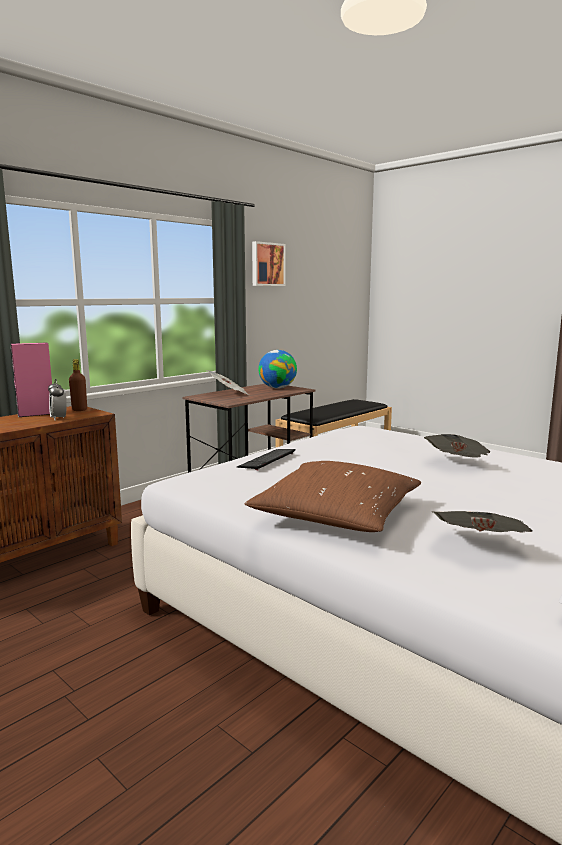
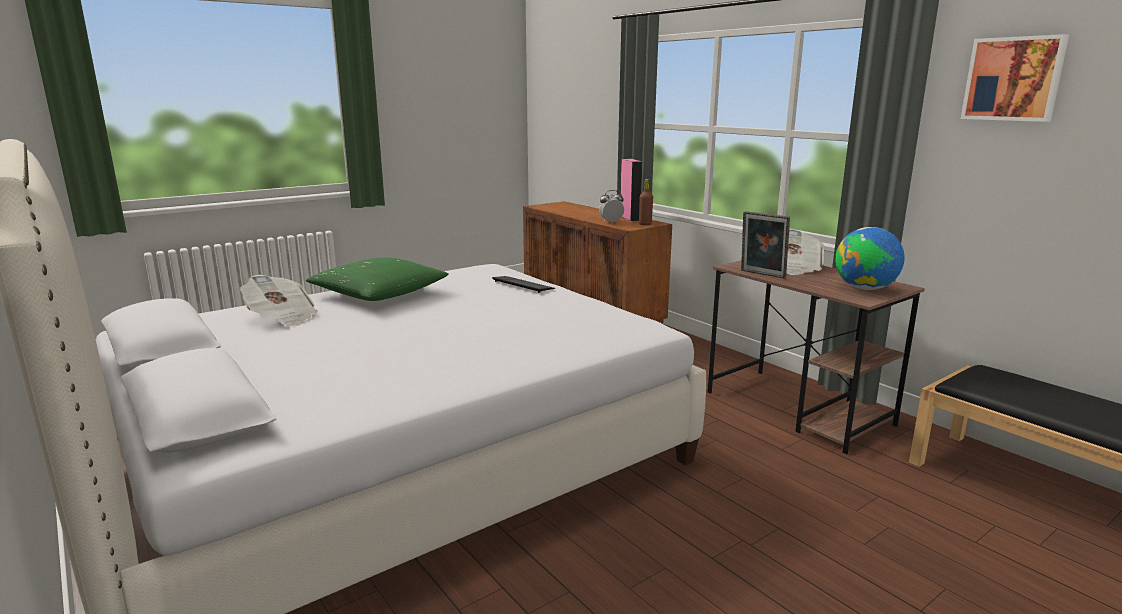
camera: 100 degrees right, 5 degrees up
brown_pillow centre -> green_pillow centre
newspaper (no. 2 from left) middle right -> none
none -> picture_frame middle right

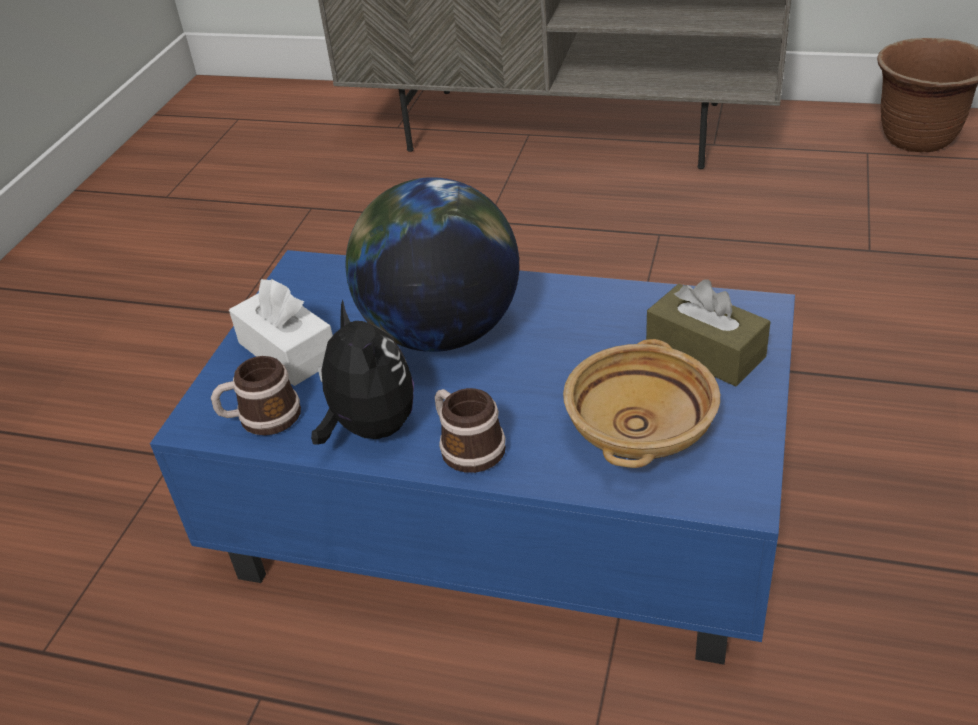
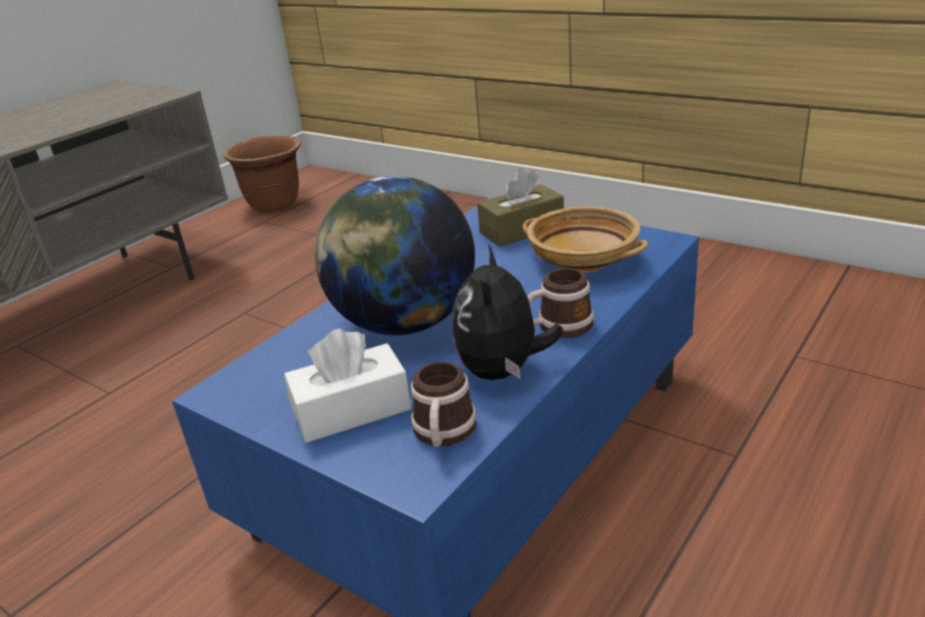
camera: 70 degrees left, 10 degrees down
plush_toy centre, 75 degrees counterclockwise

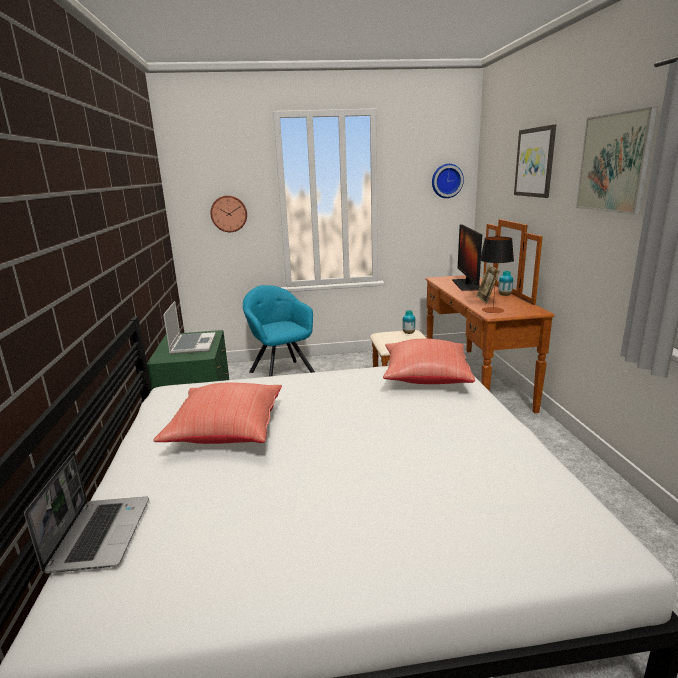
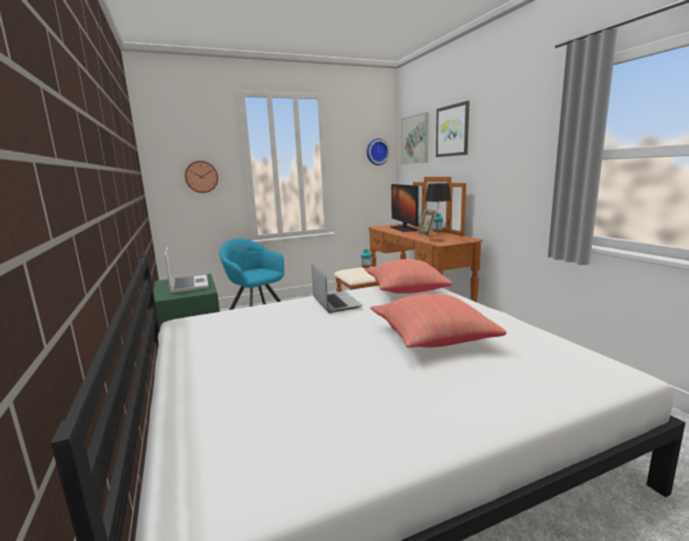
camera: 15 degrees left, 5 degrees down
laptop (no. 1 from left in the first image) bottom left -> laptop (no. 2 from left) centre, shifted
red_pillow (no. 1 from left in the first image) middle left -> red_pillow (no. 2 from left) centre, shifted
picture (no. 2 from left in the first image) top right -> picture (no. 1 from left) top centre, shifted

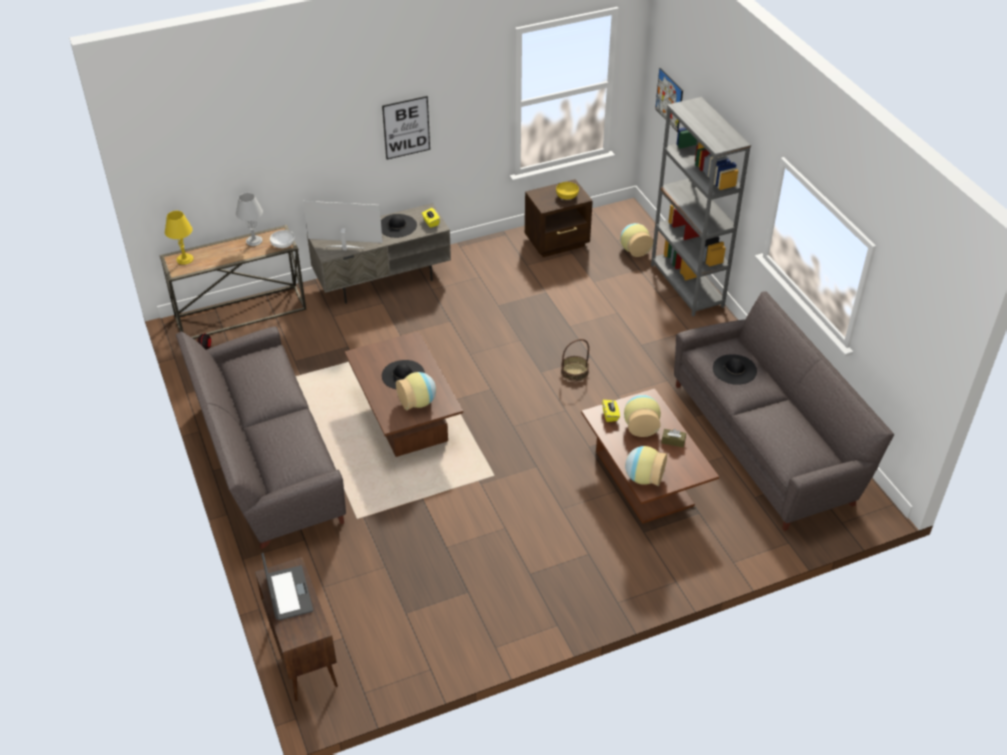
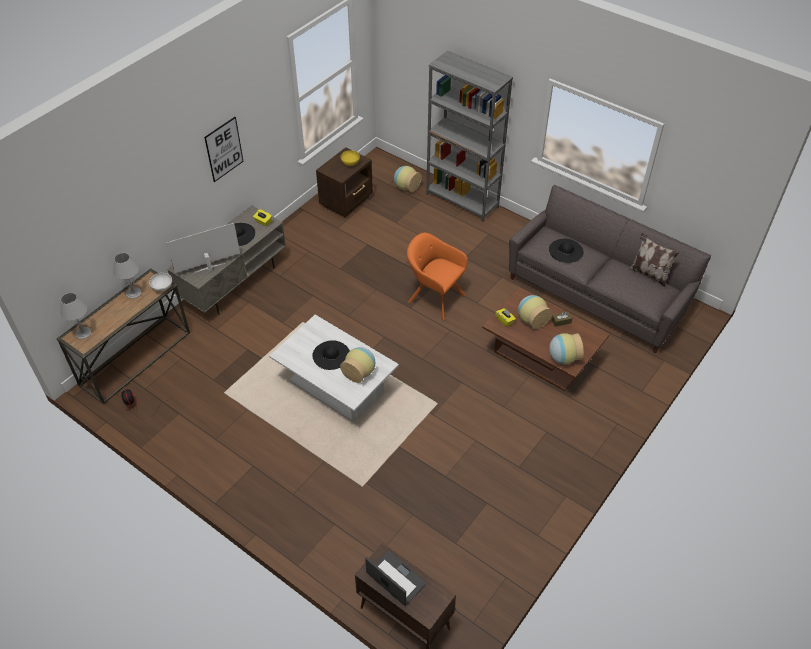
camera: 30 degrees left, 5 degrees up
yellow_table_lamp top left -> grey_table_lamp (no. 1 from left) middle left
grey_sofa (no. 1 from left) middle left -> none
brown_coffee_table (no. 1 from left) centre -> white_coffee_table centre
basket centre -> orange_armchair centre
picture (no. 2 from left) top centre -> none
none -> pillow middle right

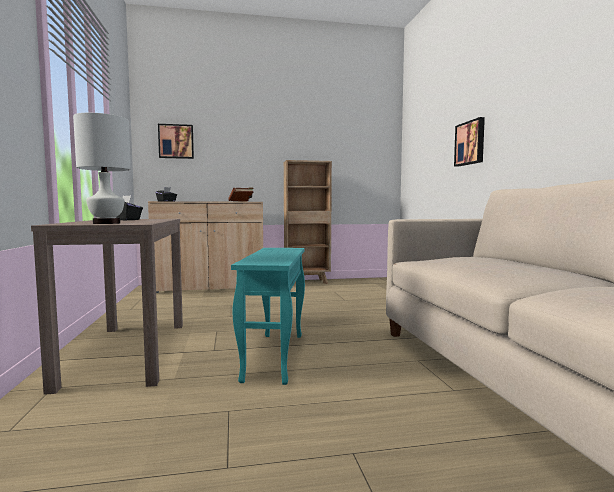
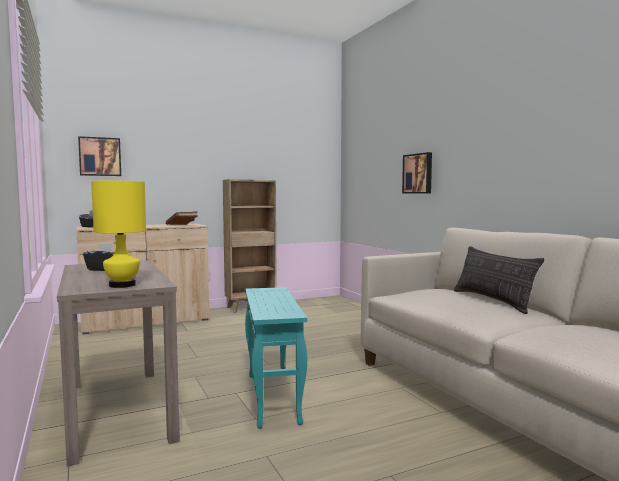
camera: 15 degrees left, 0 degrees up
white_table_lamp middle left -> yellow_table_lamp middle left
none -> pillow middle right

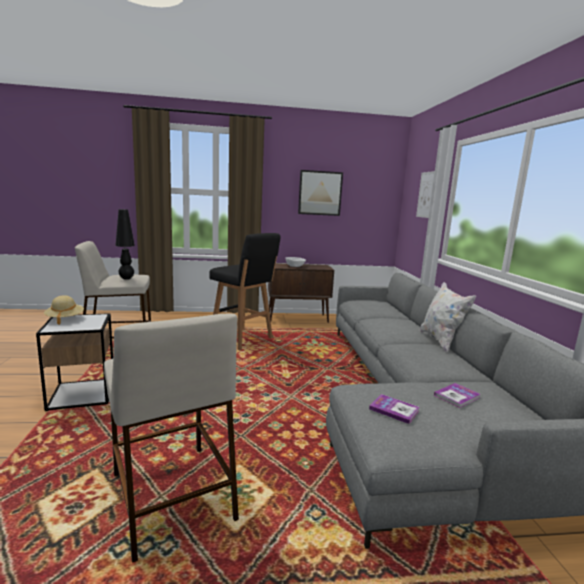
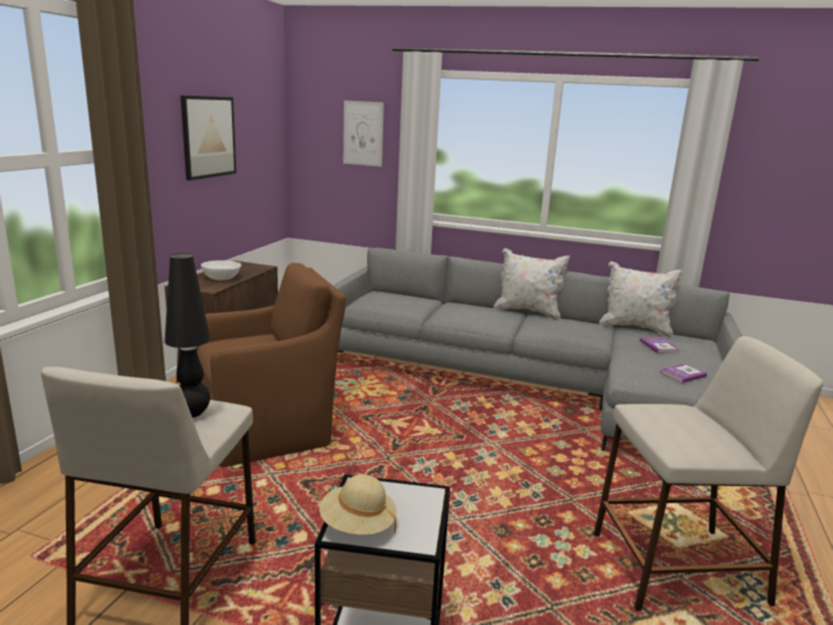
camera: 65 degrees left, 5 degrees up
black_stool centre -> brown_armchair middle left
none -> white_pillow (no. 2 from left) middle right

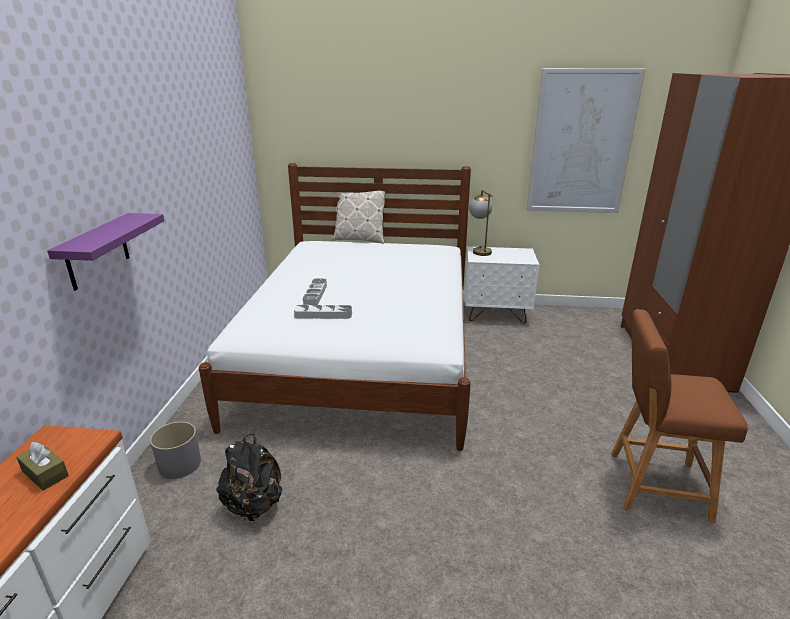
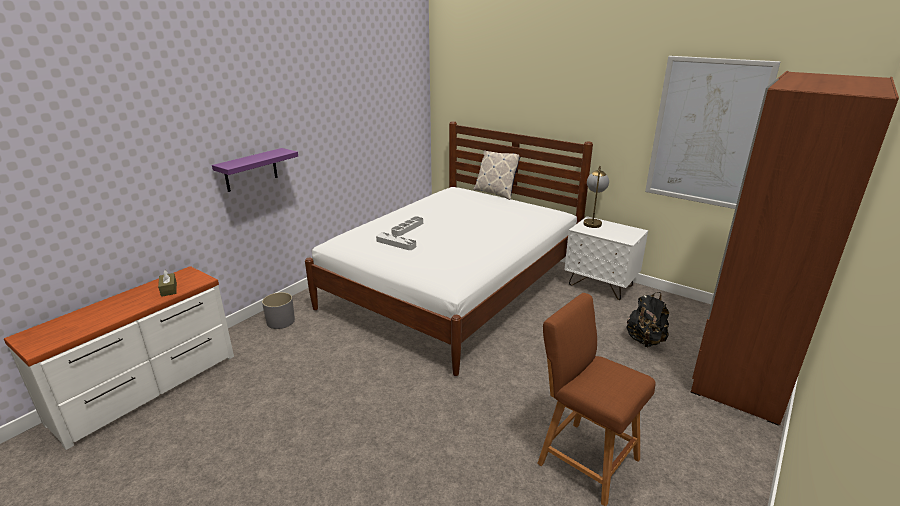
camera: 30 degrees right, 0 degrees up
black_backpack bottom left -> black_backpack middle right, shifted

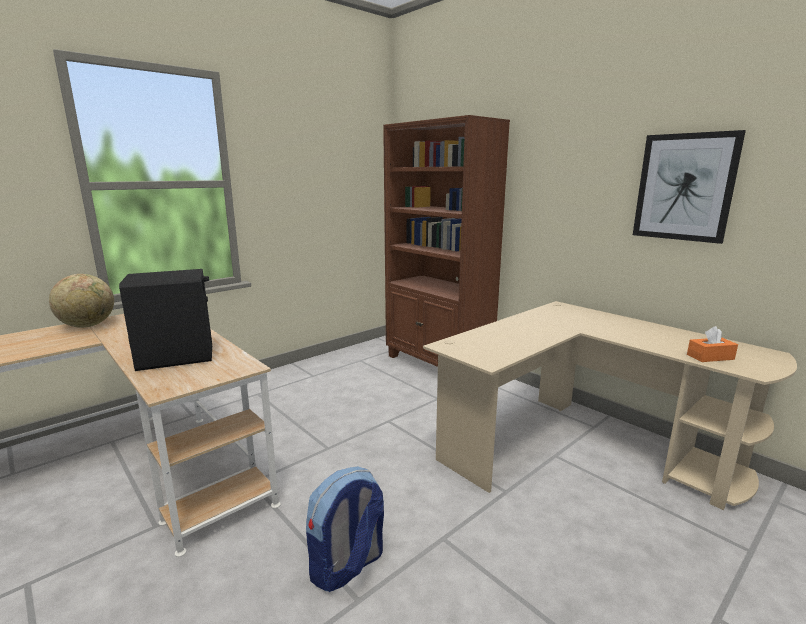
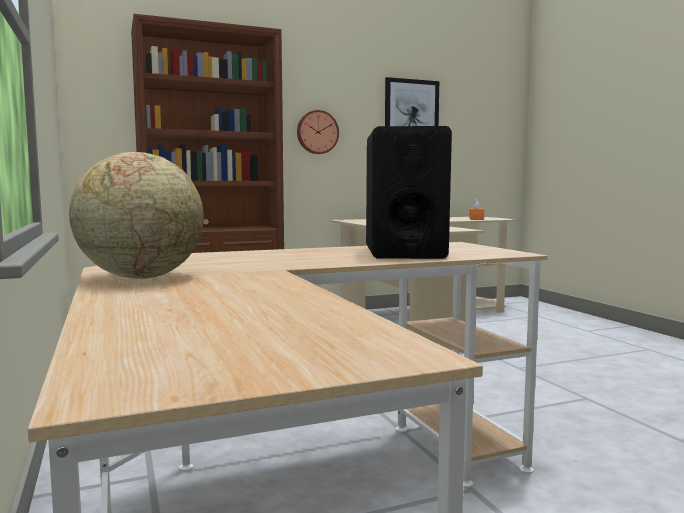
camera: 70 degrees left, 10 degrees down
backpack bottom centre -> none
none -> wall_clock top centre

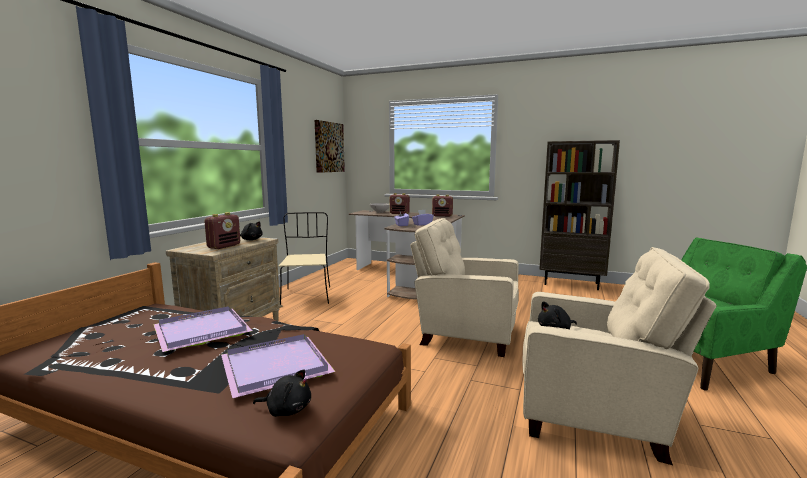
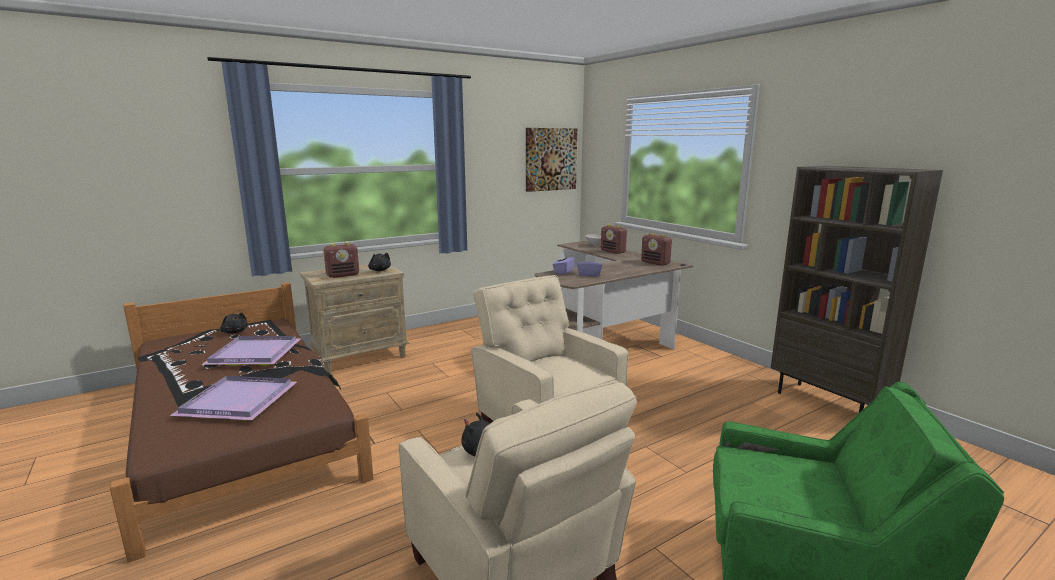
camera: 35 degrees right, 5 degrees up
black_plush_toy (no. 2 from left in the first image) bottom centre -> black_plush_toy (no. 1 from left) middle left, shifted
beige_chair centre -> none

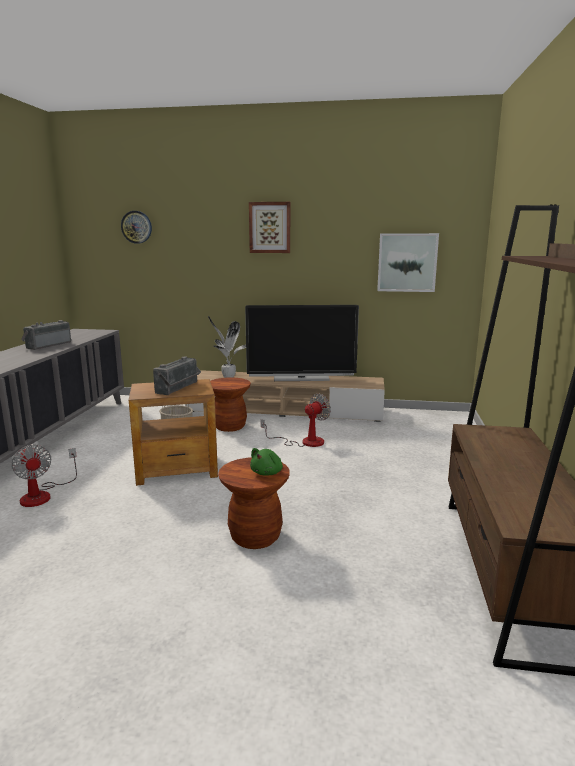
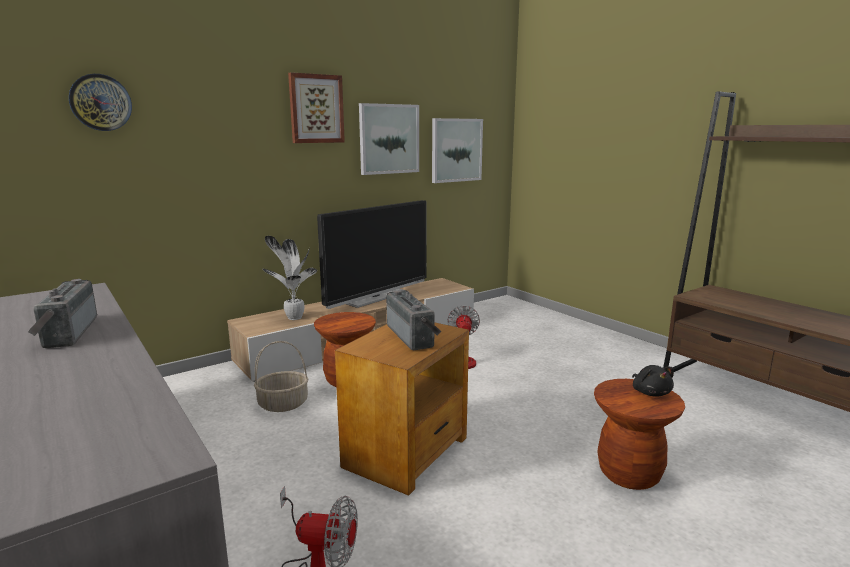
camera: 45 degrees left, 0 degrees up
green_plush_toy centre -> black_plush_toy bottom right
none -> picture (no. 2 from left) top centre

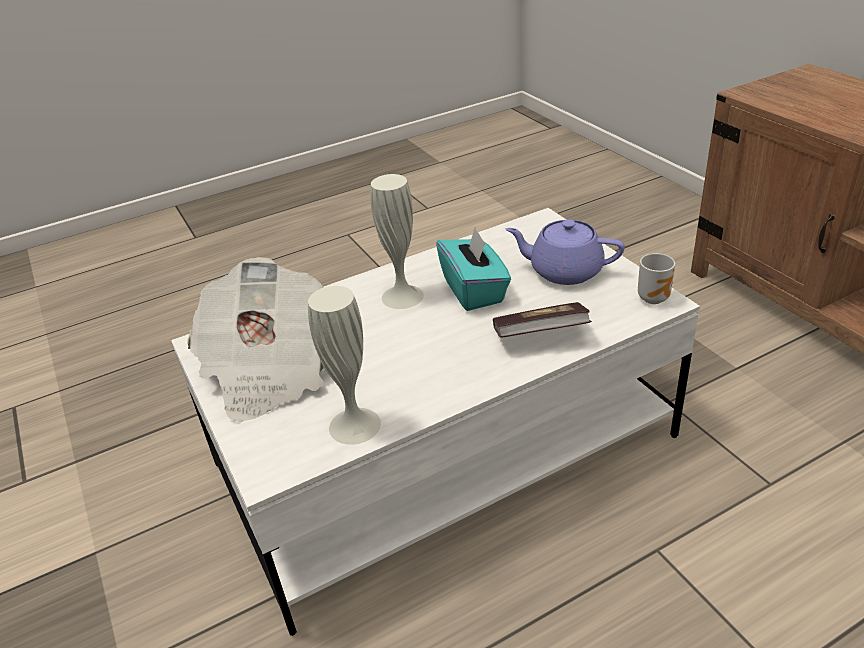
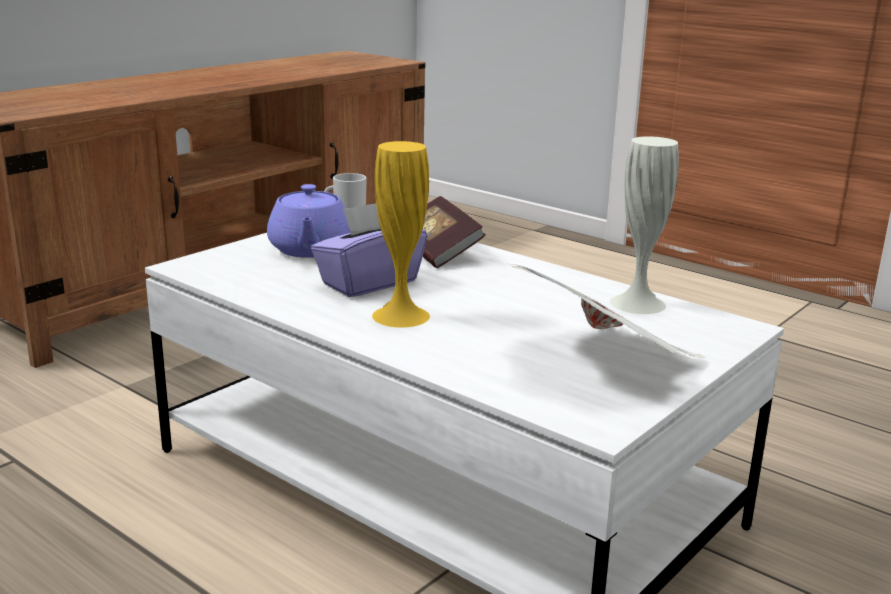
camera: 115 degrees left, 15 degrees down
white_vase (no. 2 from left) centre -> yellow_vase centre
turquoise_tissue_box centre -> purple_tissue_box centre

